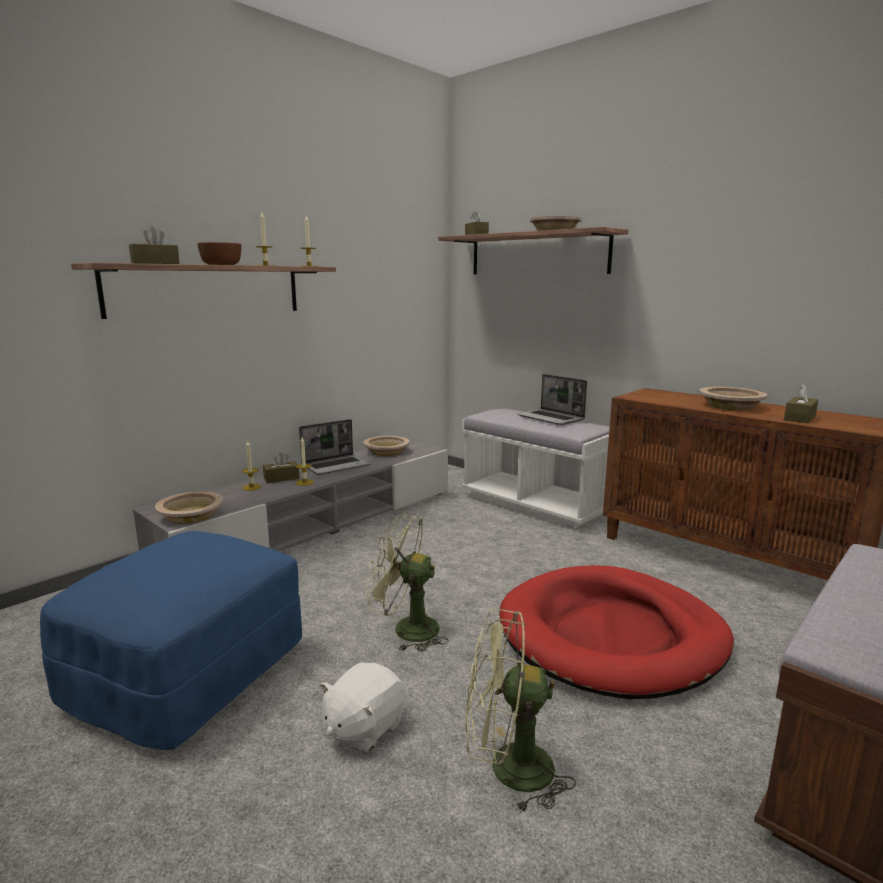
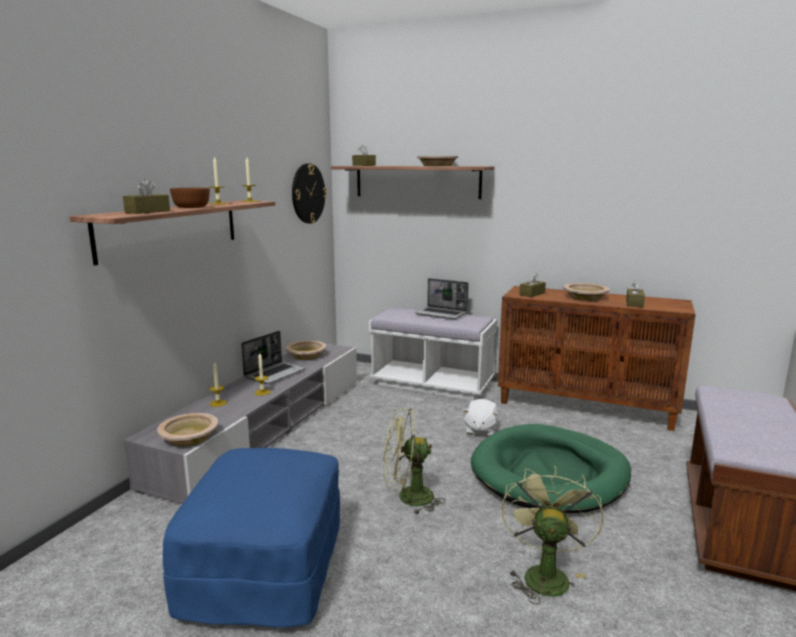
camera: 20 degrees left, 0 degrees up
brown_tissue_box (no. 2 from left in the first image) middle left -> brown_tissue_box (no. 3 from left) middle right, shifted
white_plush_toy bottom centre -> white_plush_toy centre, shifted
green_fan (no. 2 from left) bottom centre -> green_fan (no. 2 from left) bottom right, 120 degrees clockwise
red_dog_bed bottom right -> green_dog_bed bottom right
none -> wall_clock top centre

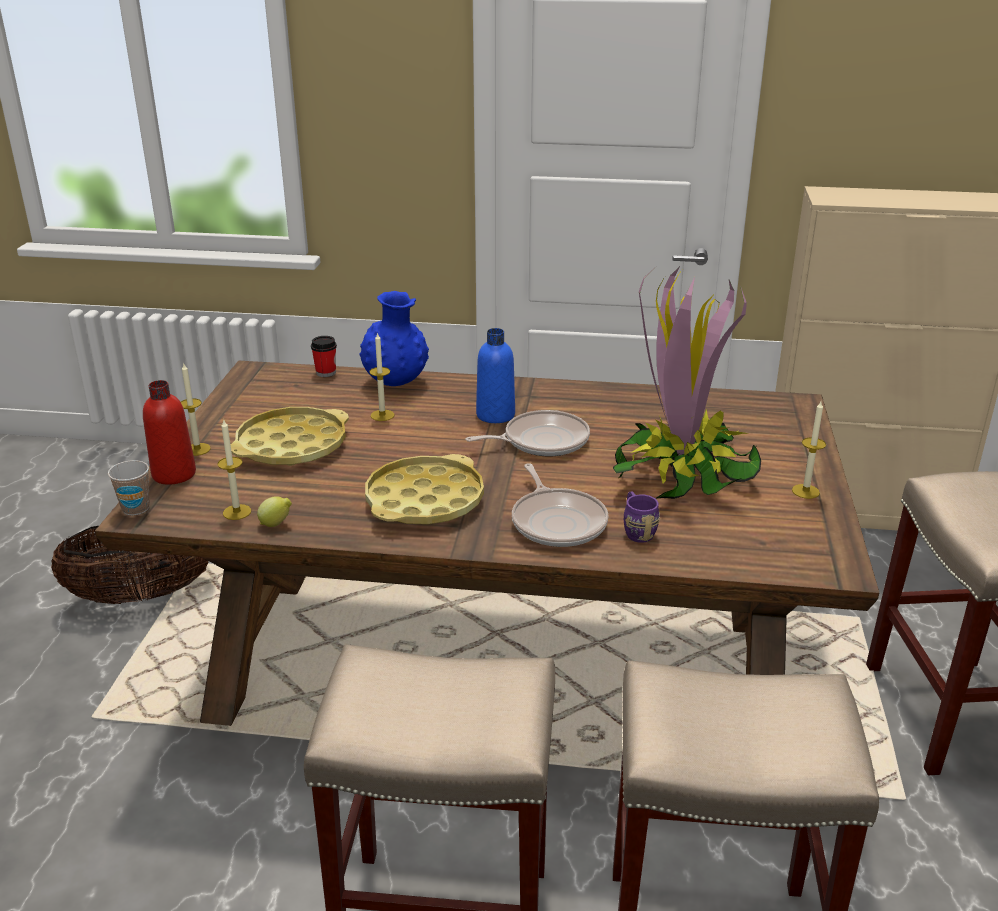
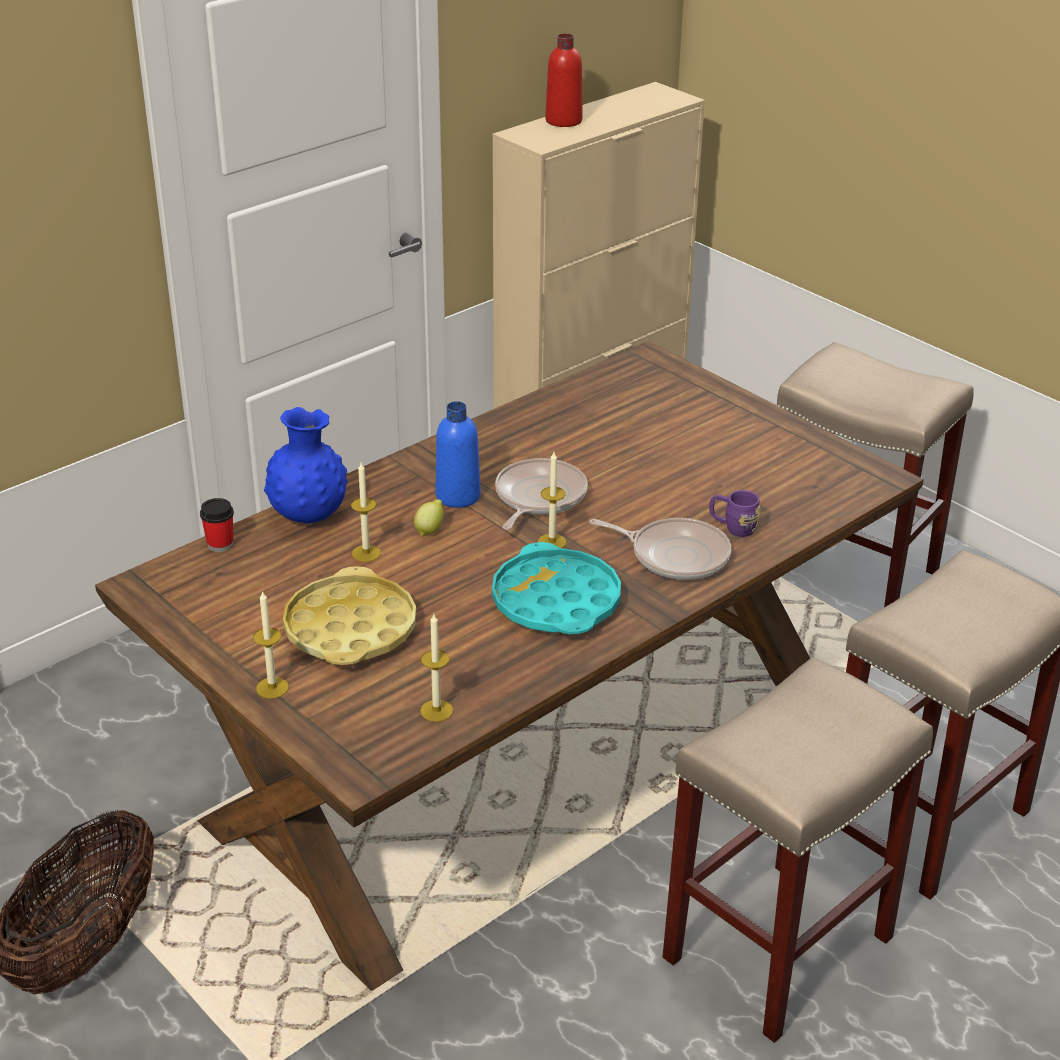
camera: 50 degrees left, 5 degrees up
cup (no. 1 from left) middle left -> none
red_bottle middle left -> red_bottle top centre, shifted
lemon middle left -> lemon centre, shifted
yellow_tray (no. 2 from left) centre -> turquoise_tray centre
potted_plant middle right -> none
candle (no. 4 from left) middle right -> candle (no. 4 from left) centre, shifted

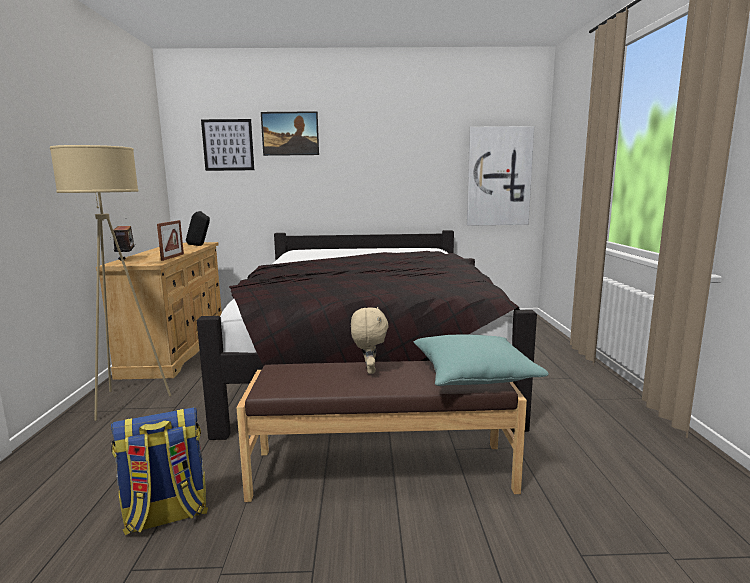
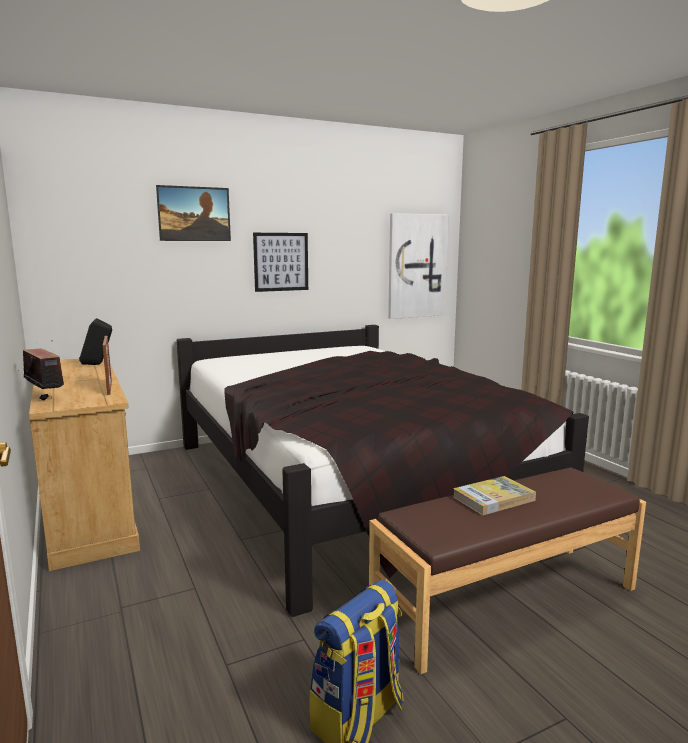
camera: 25 degrees left, 0 degrees up
beige_floor_lamp middle left -> none
picture (no. 1 from left in the first image) top left -> picture (no. 2 from left) centre, shifted
beige_plush_toy centre -> book middle right
turquoise_pillow centre -> none

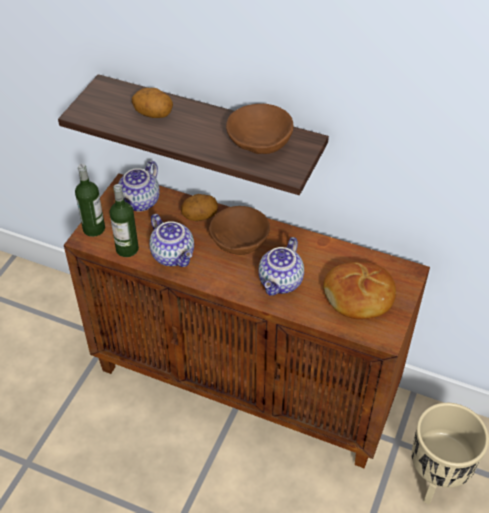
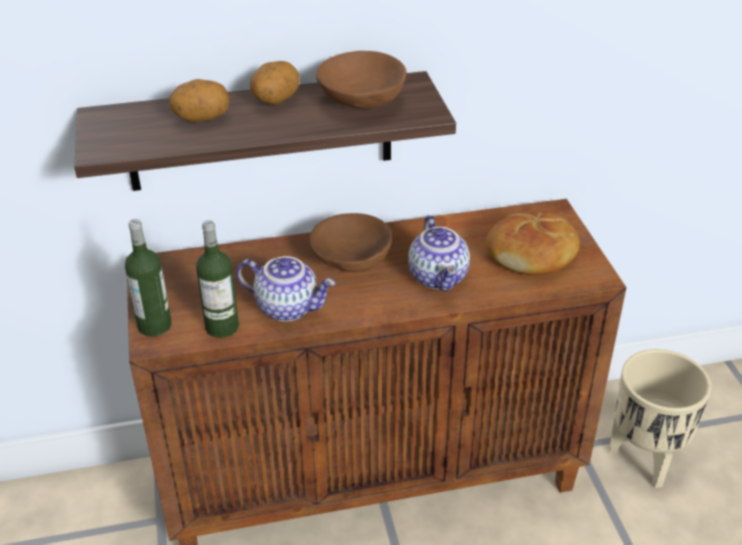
camera: 35 degrees left, 10 degrees down
teapot (no. 1 from left) middle left -> none
potato (no. 2 from left) centre -> potato (no. 2 from left) top centre, shifted

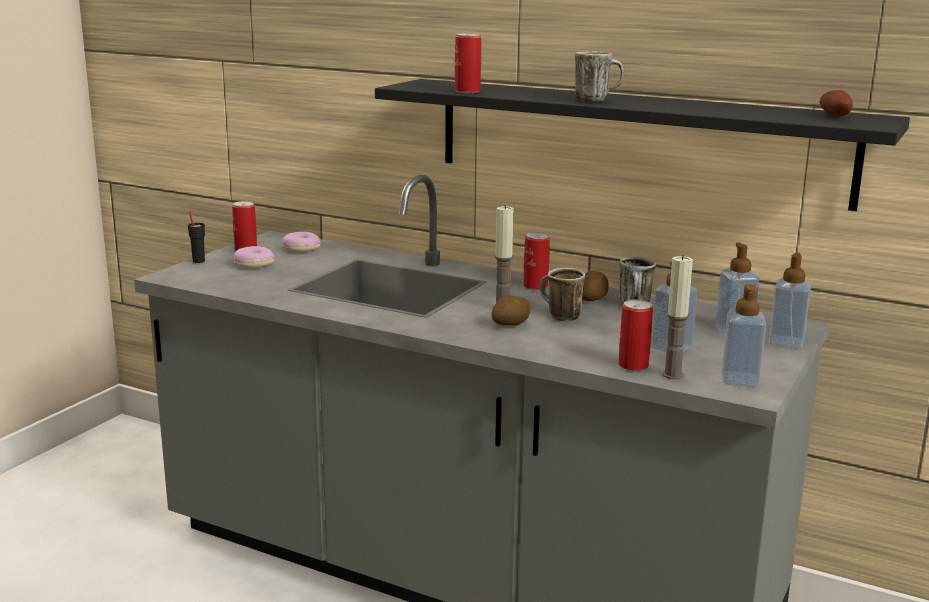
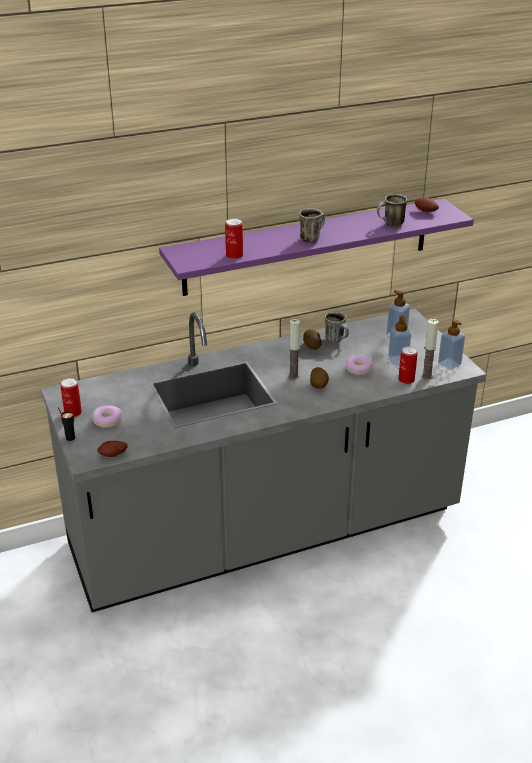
camera: 50 degrees left, 15 degrees up
donut (no. 2 from left) middle left -> donut (no. 2 from left) middle right, shifted
black_shelf top right -> purple_shelf top centre
can (no. 3 from left) centre -> none
mug (no. 1 from left in the first image) centre -> mug (no. 3 from left) top right, shifted
soap_dispenser (no. 4 from left) middle right -> none
none -> potato (no. 1 from left) middle left

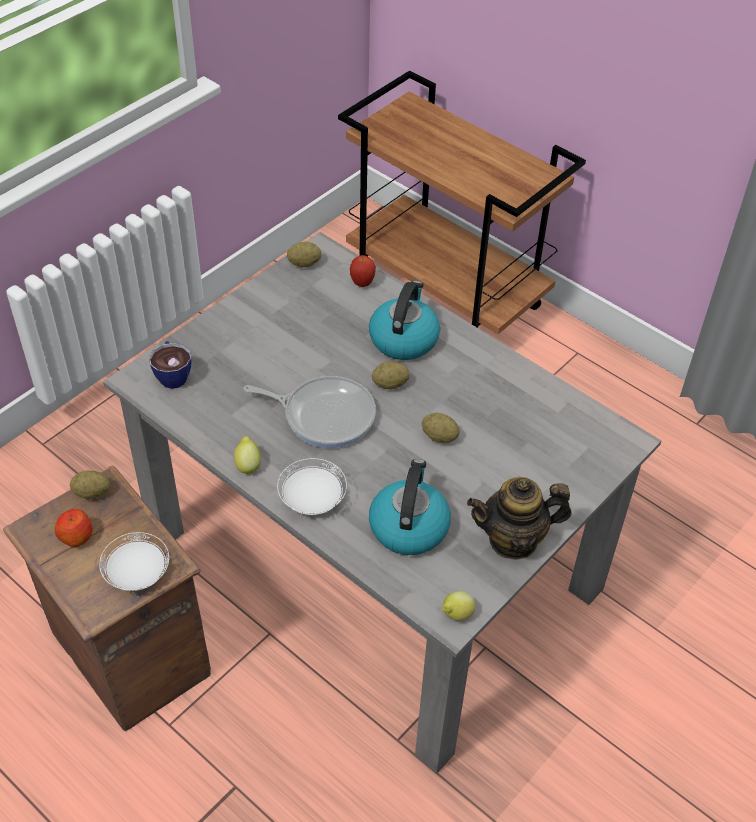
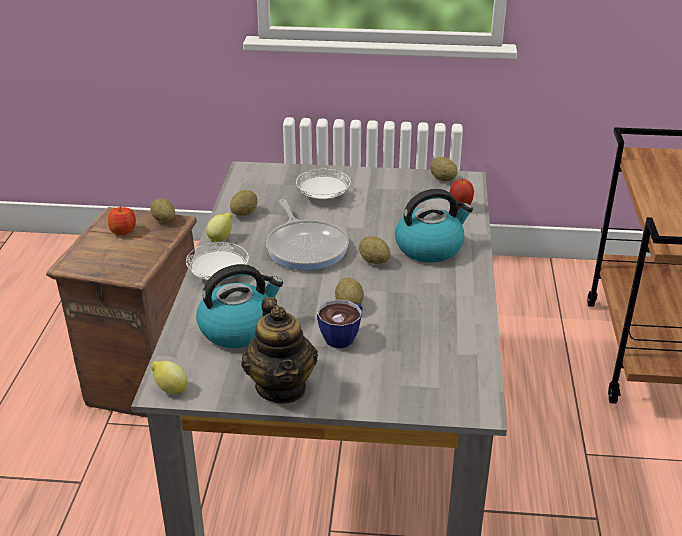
camera: 55 degrees right, 15 degrees down
white_plate (no. 1 from left in the first image) bottom left -> white_plate (no. 2 from left) centre, shifted
cup middle left -> cup centre, shifted
teapot middle right -> teapot centre, 150 degrees counterclockwise
none -> potato (no. 2 from left) centre

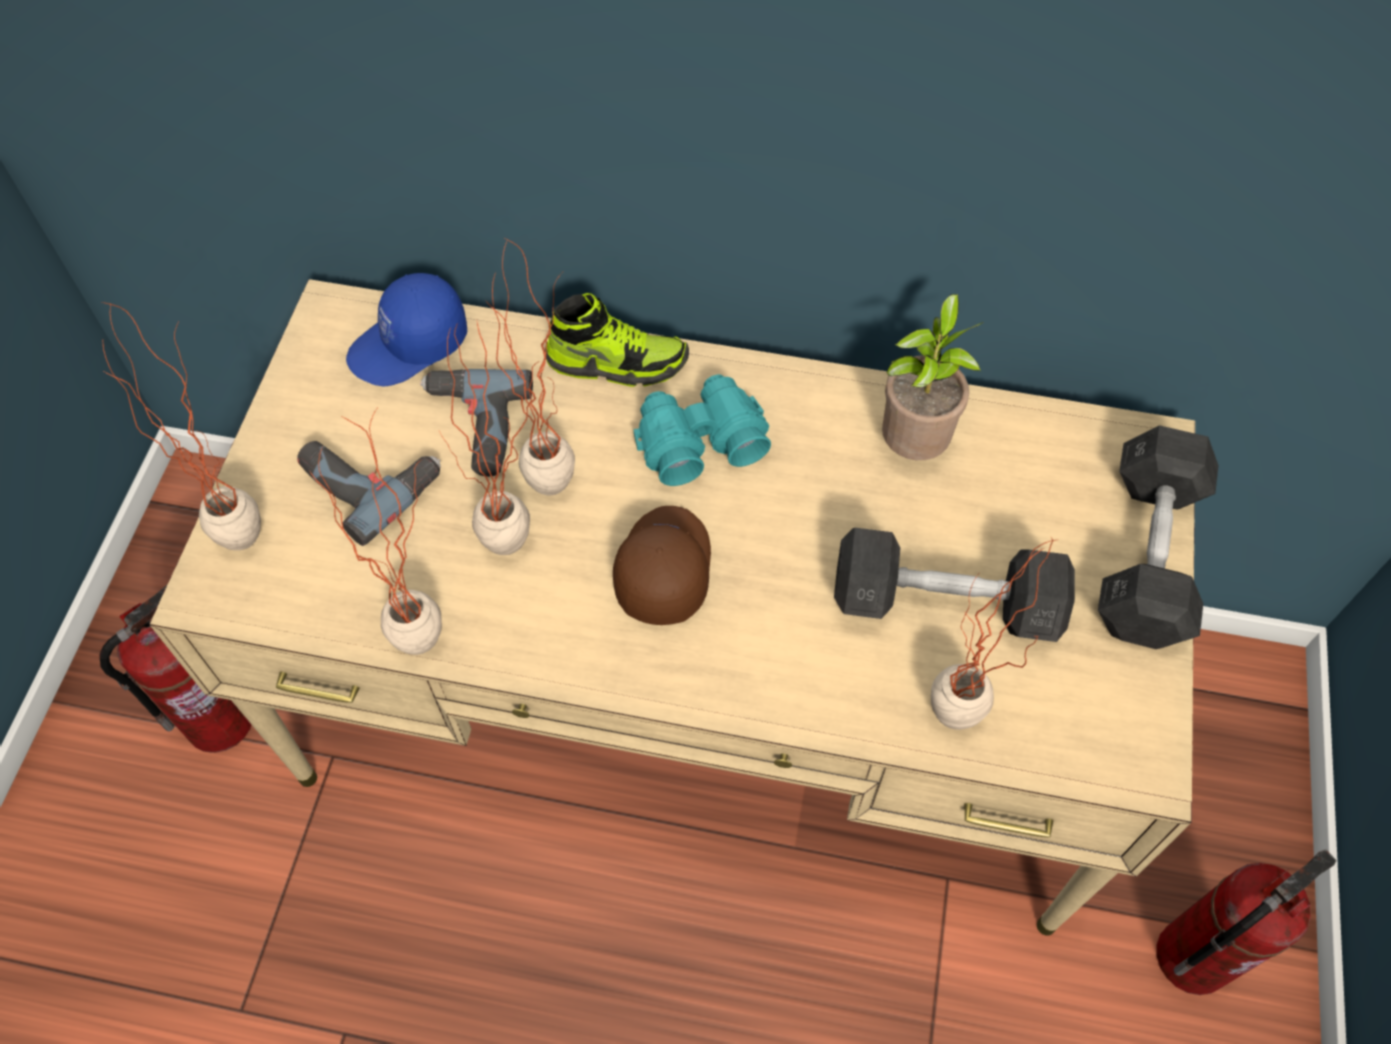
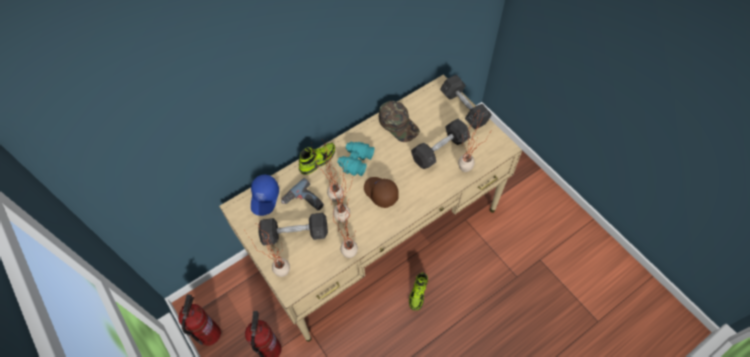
camera: 45 degrees left, 0 degrees up
power_drill (no. 1 from left) middle left -> grey_dumbbell (no. 1 from left) centre
potted_plant (no. 5 from left) middle right -> green_cap centre
fire_extinguisher (no. 2 from left in the first image) bottom right -> fire_extinguisher (no. 1 from left) bottom left, shifted
none -> shoe (no. 2 from left) bottom centre

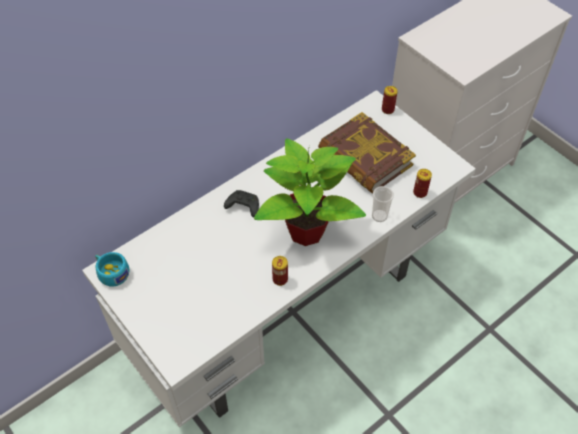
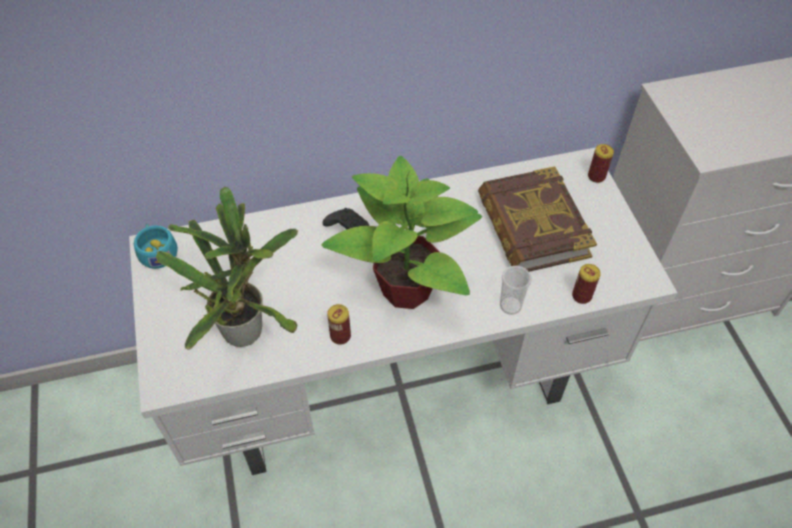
camera: 25 degrees right, 0 degrees up
none -> potted_plant (no. 1 from left) middle left

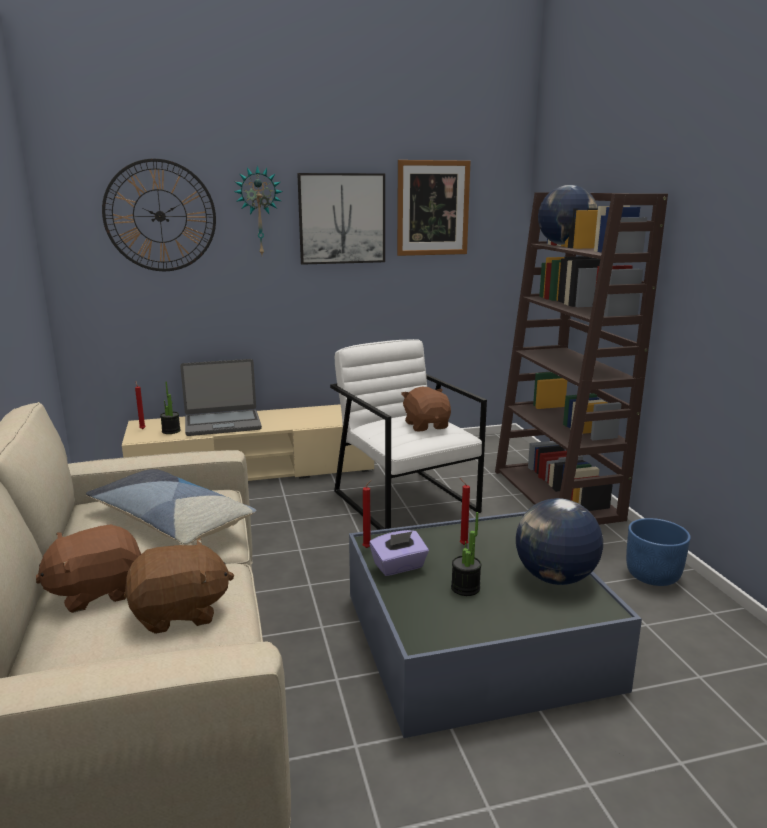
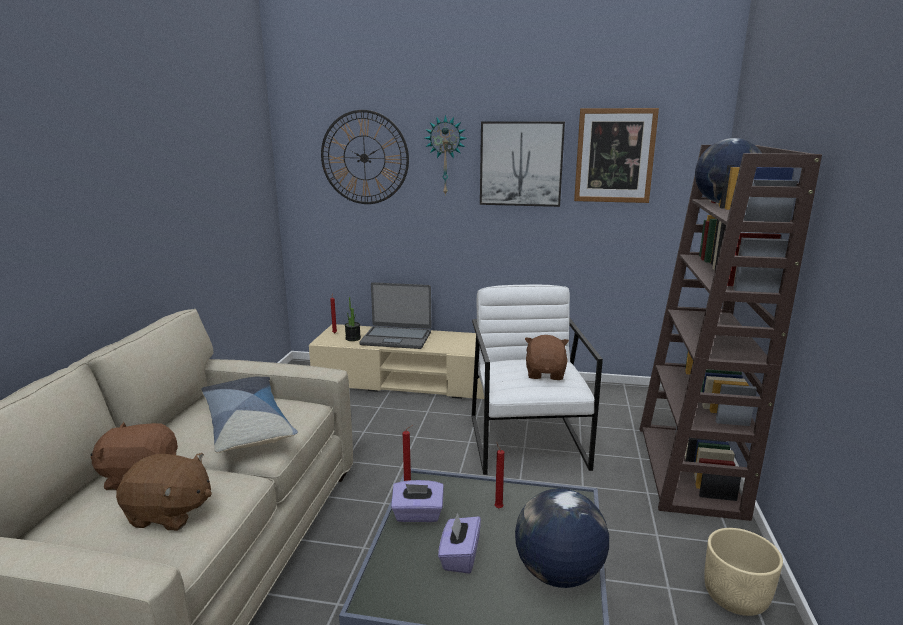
camera: 25 degrees right, 0 degrees up
potted_plant (no. 2 from left) bottom centre -> purple_tissue_box (no. 2 from left) bottom centre
blue_planter bottom right -> beige_planter bottom right

